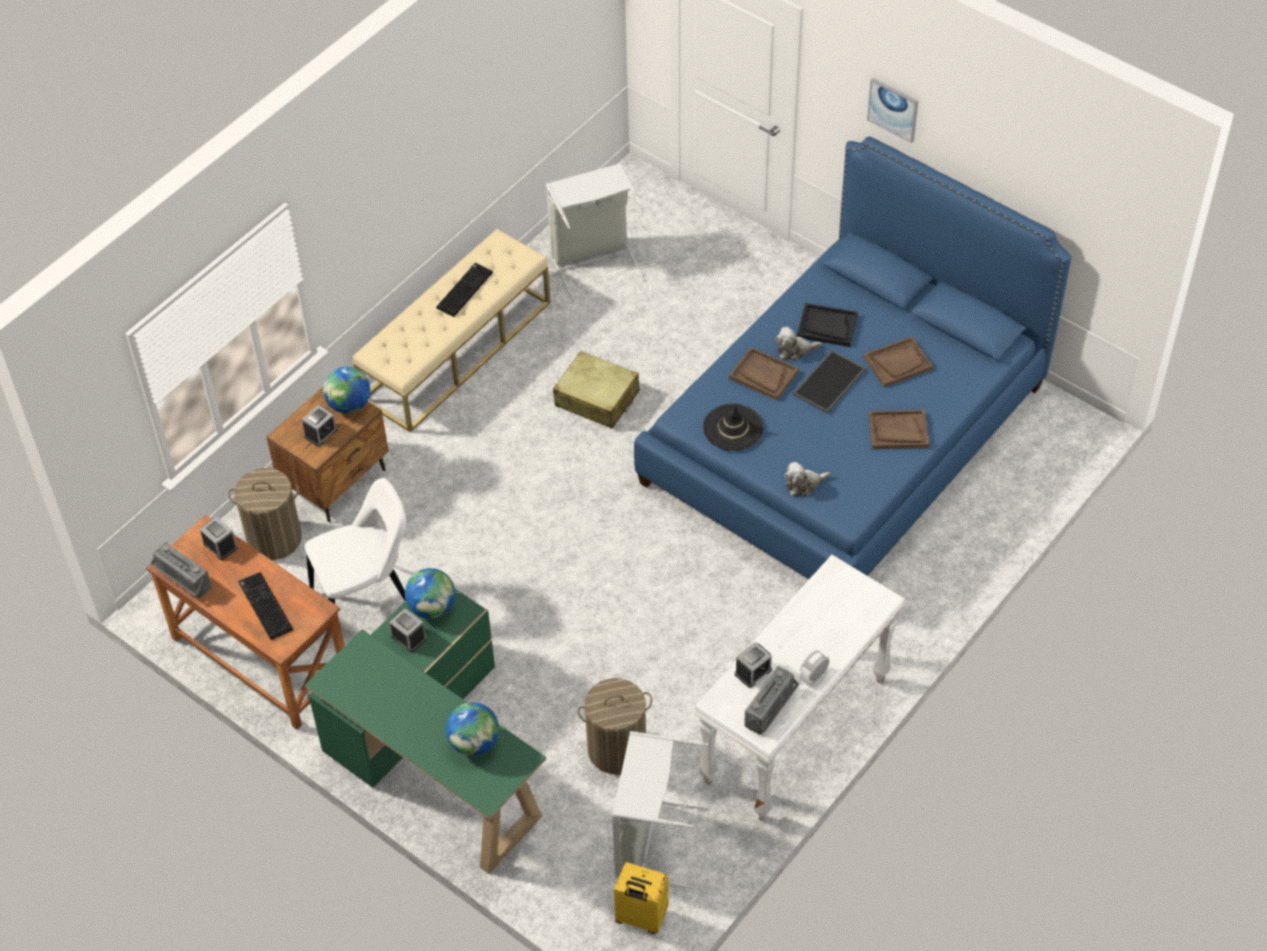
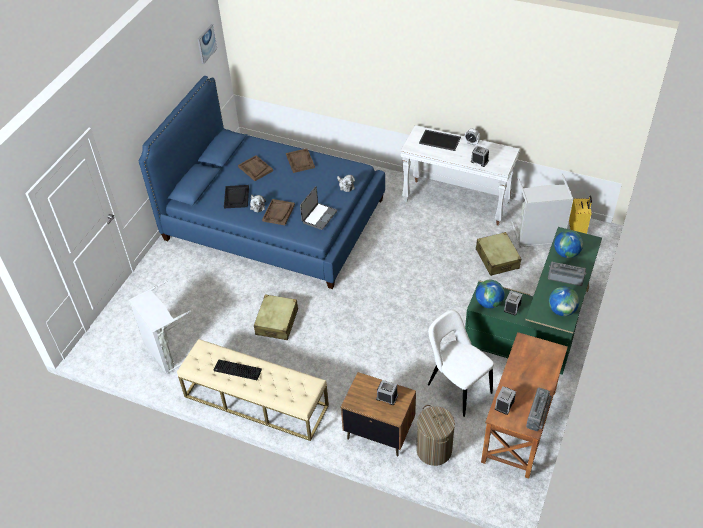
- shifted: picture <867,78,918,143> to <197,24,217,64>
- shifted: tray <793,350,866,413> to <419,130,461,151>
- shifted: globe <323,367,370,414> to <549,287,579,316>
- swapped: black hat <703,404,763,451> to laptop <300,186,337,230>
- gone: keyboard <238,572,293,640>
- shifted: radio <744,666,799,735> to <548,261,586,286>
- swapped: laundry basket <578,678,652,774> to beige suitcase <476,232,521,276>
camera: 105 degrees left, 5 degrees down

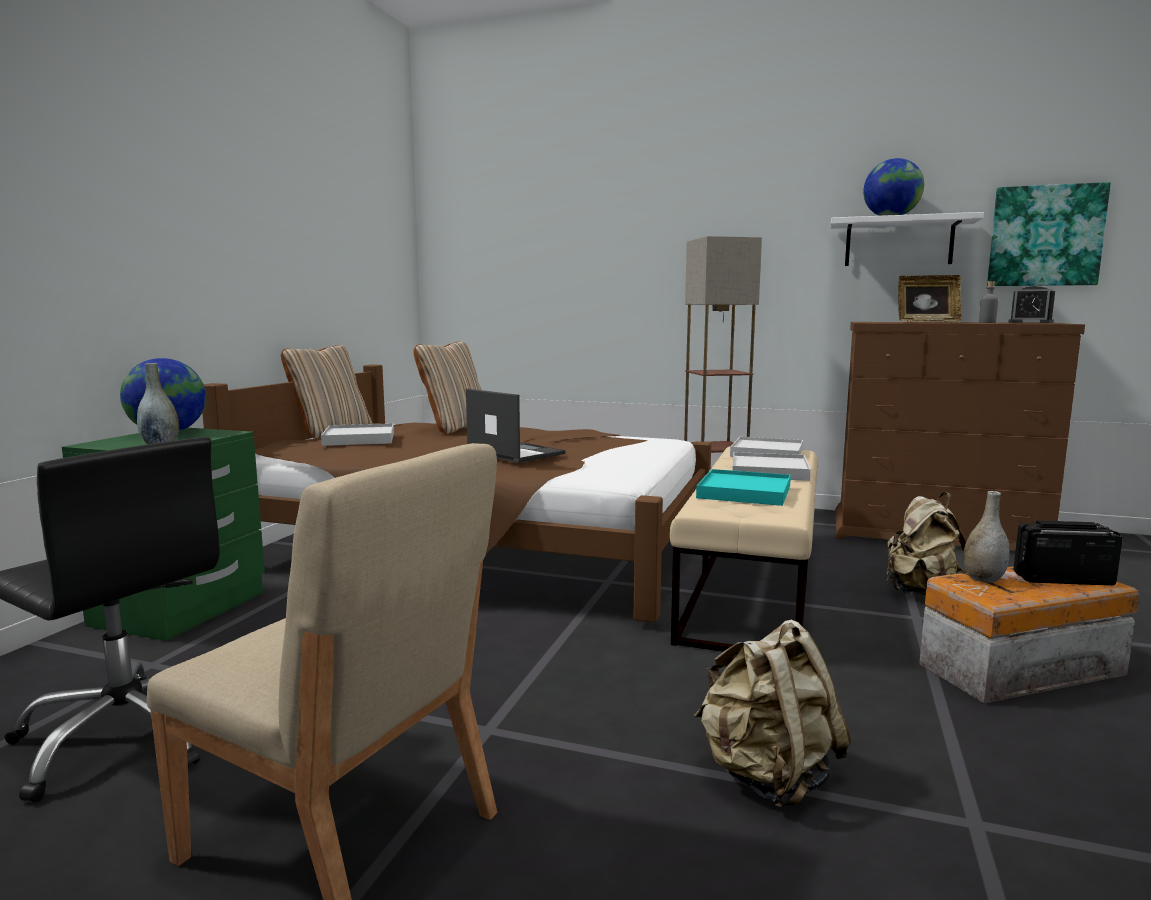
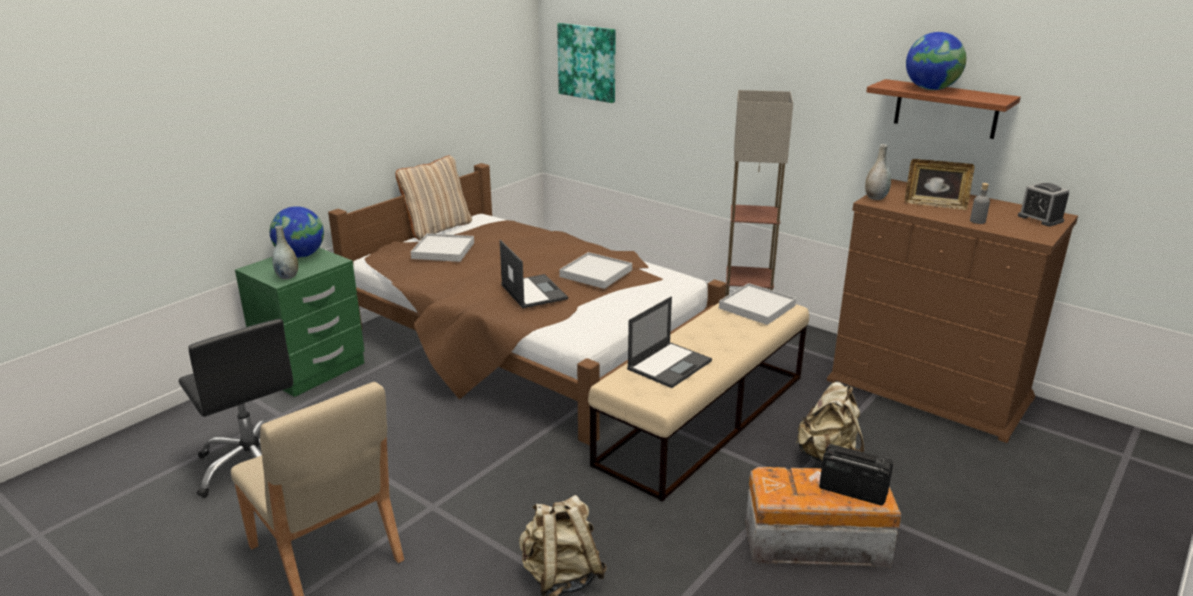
- shifted: picture <987,182,1111,286> to <557,23,616,103>
- repainted: white shelf <831,212,984,266> to brown shelf <866,79,1021,139>
- gone: beige pillow <413,341,482,434>
- shifted: white tray <732,452,811,481> to <559,252,632,289>
- swapped: turquoise tray <696,469,791,506> to laptop <627,296,712,388>
- shifted: grey vase <963,491,1010,583> to <865,144,891,200>
camera: 20 degrees right, 15 degrees up

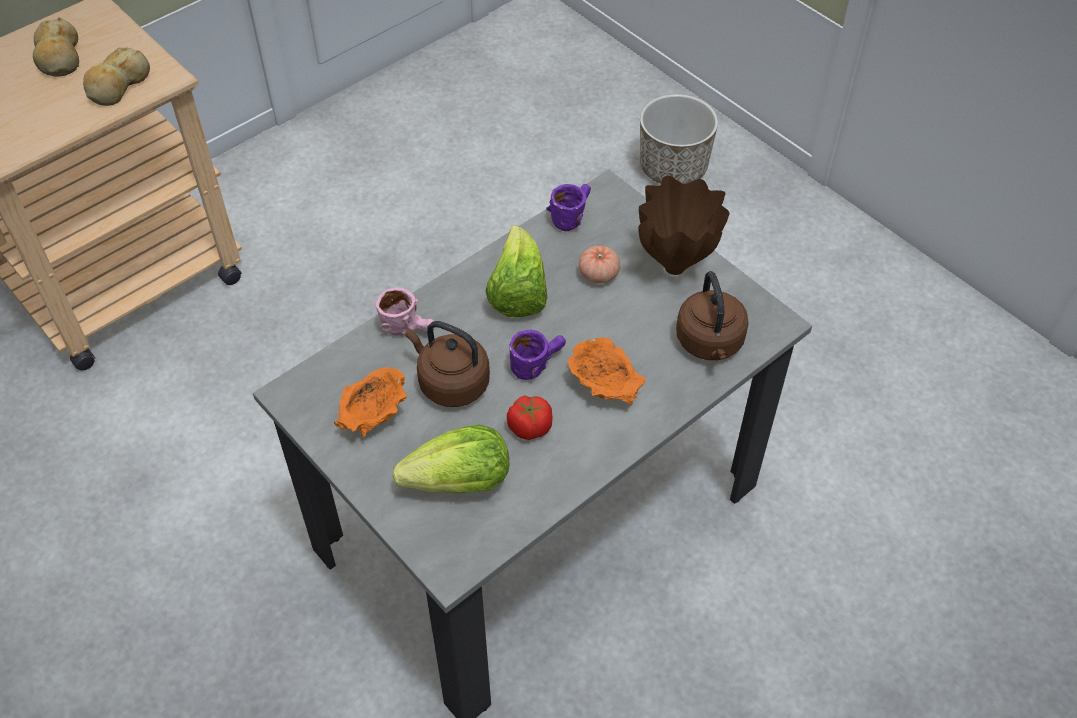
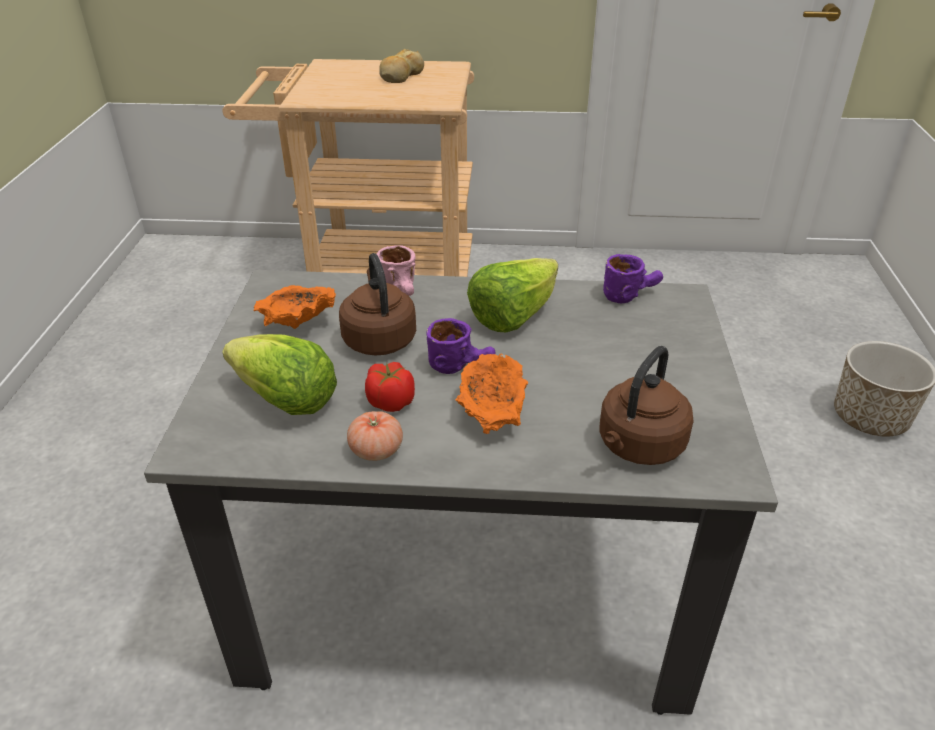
- gone: bread <83,47,150,106>
- gone: brown vase <638,176,730,275>
- shifted: tomato <579,246,620,283> to <347,411,403,461>
camera: 45 degrees right, 15 degrees down

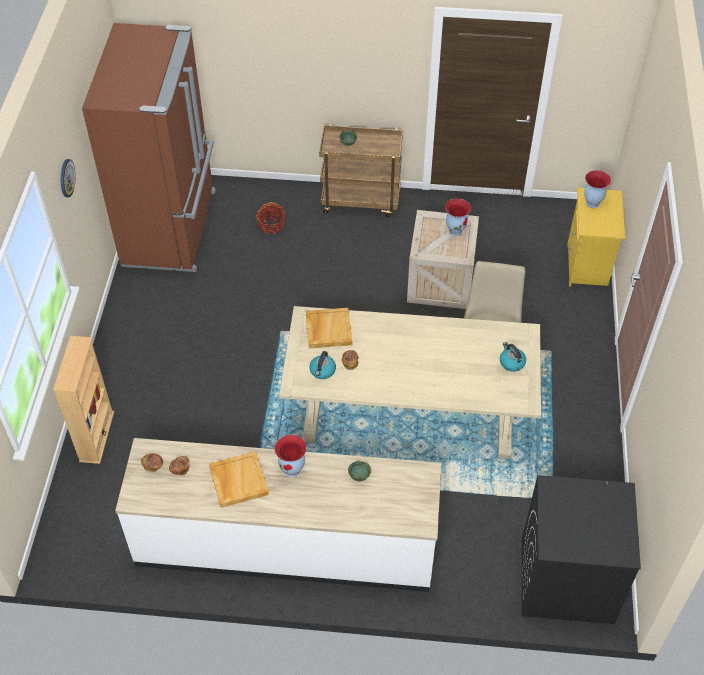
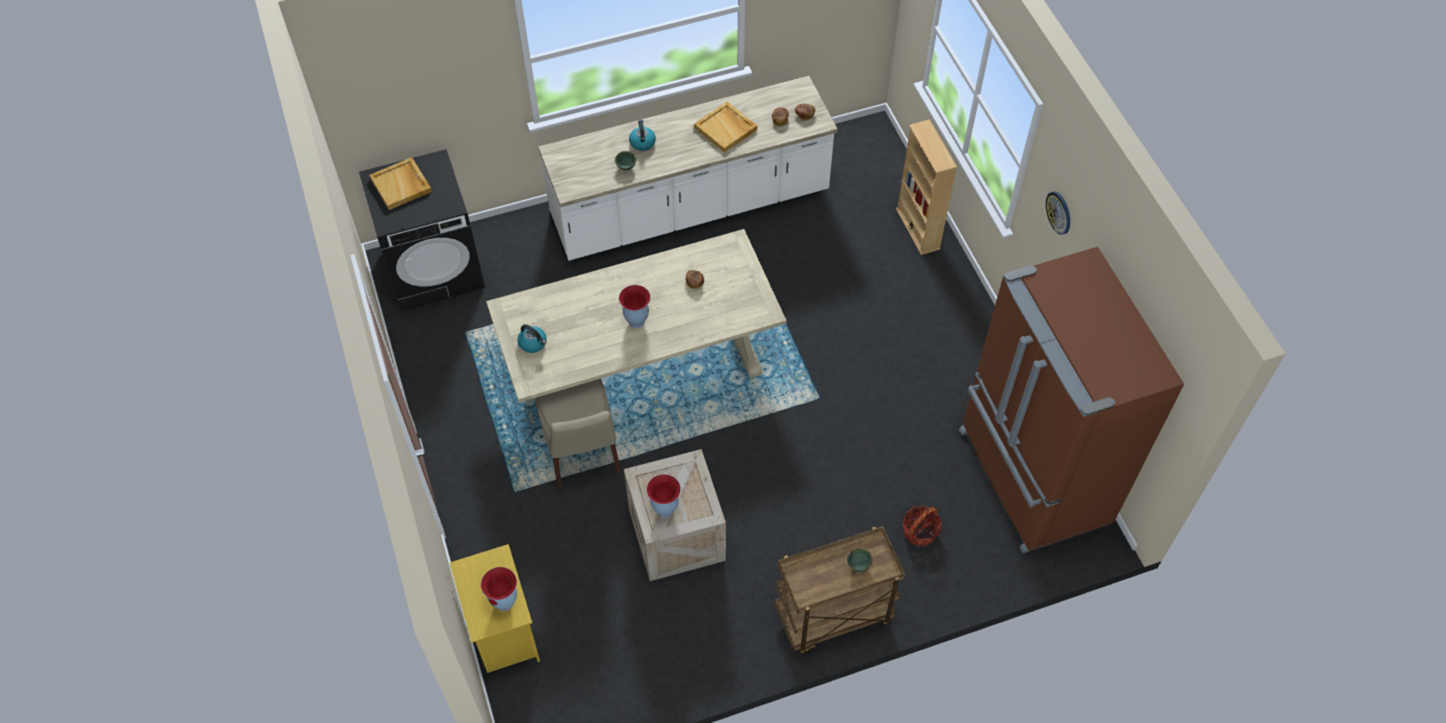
- shifted: beige tray <306,308,353,348> to <369,157,432,210>
- shifted: kettle <309,351,336,379> to <629,120,656,151>
- shifted: vase <275,435,307,477> to <619,285,651,328>
camera: 155 degrees right, 5 degrees up

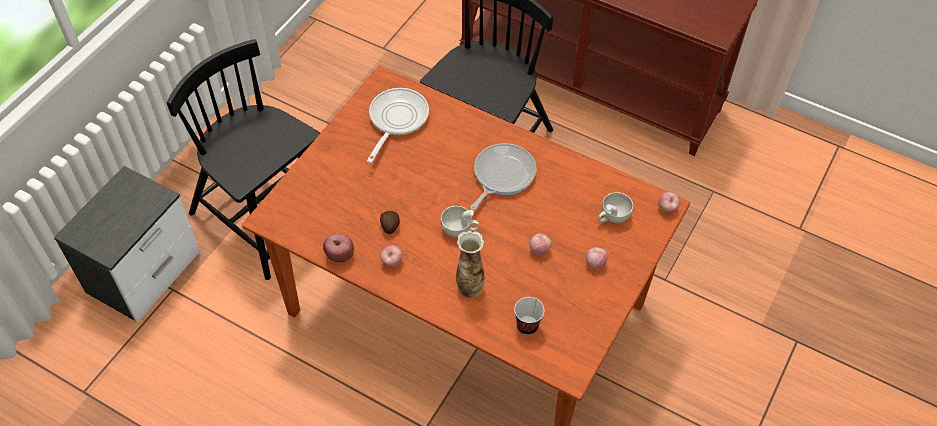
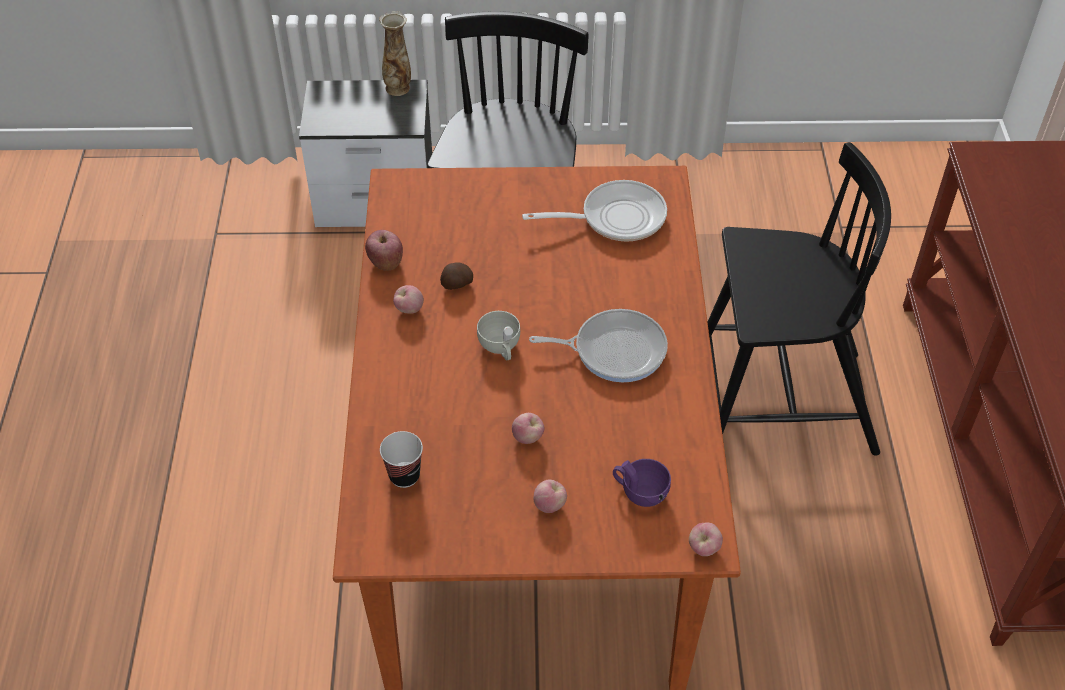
- repainted: white cup <598,192,633,223> to purple cup <613,459,671,507>
- shifted: vase <456,231,484,298> to <379,11,411,96>
camera: 60 degrees right, 5 degrees down

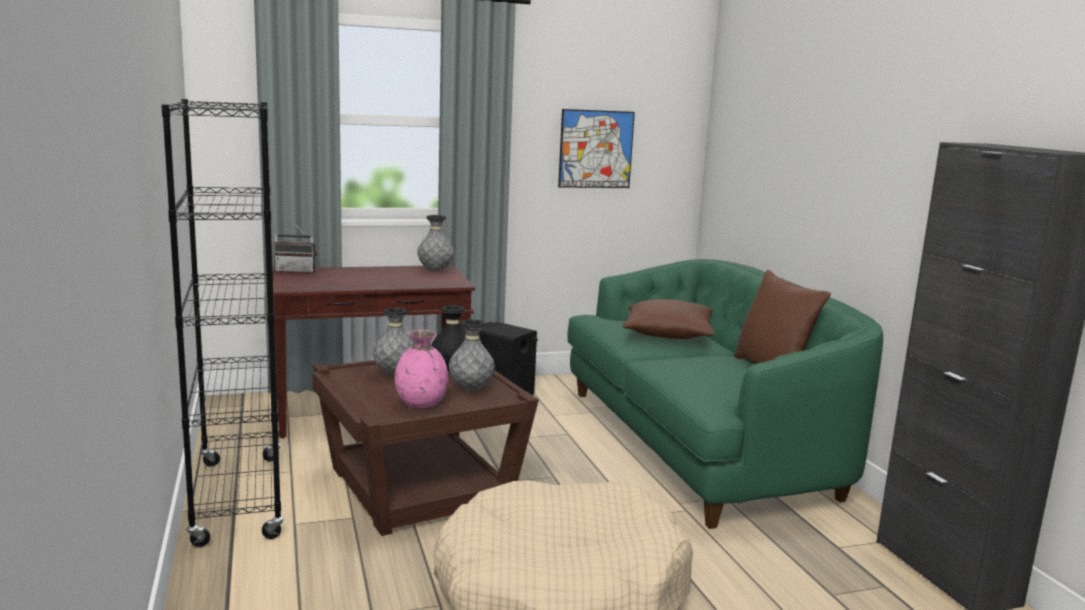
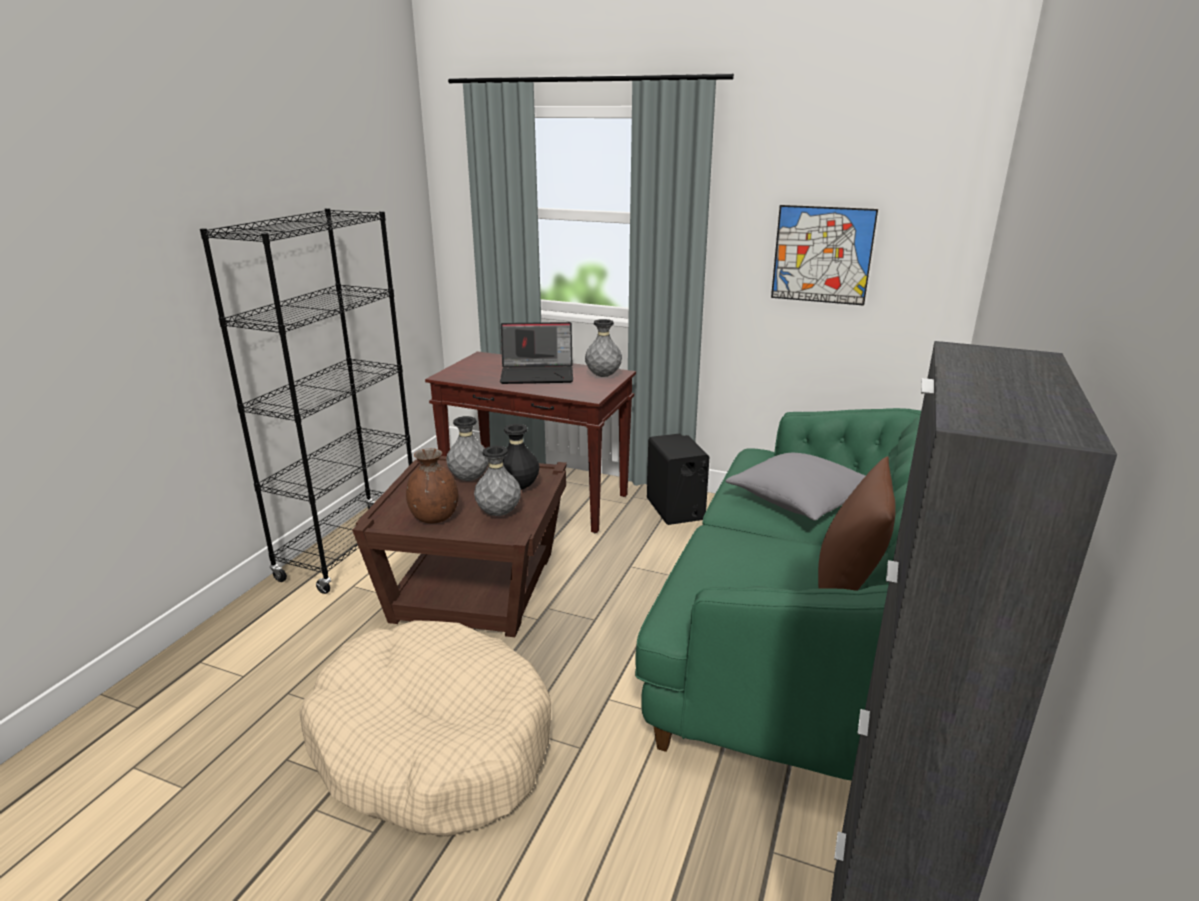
- gone: radio <273,223,317,273>
- repainted: brown pillow <623,299,715,339> to grey pillow <725,453,865,521>
- repainted: pink vase <395,330,448,408> to brown vase <406,448,458,523>
- new: laptop <500,322,573,384>
camera: 40 degrees right, 10 degrees up

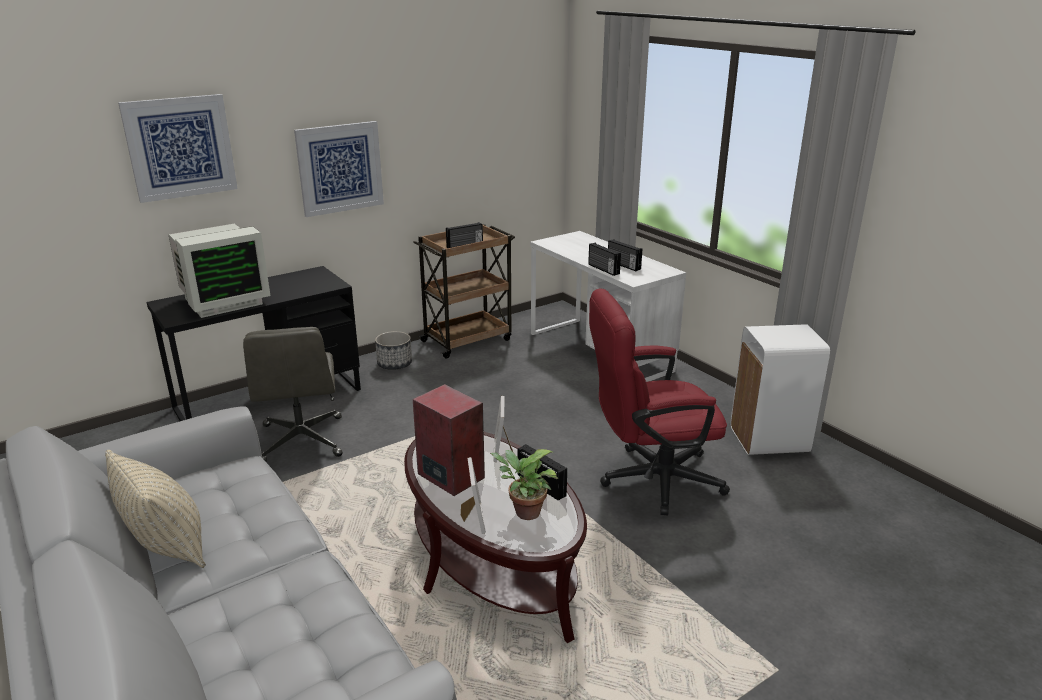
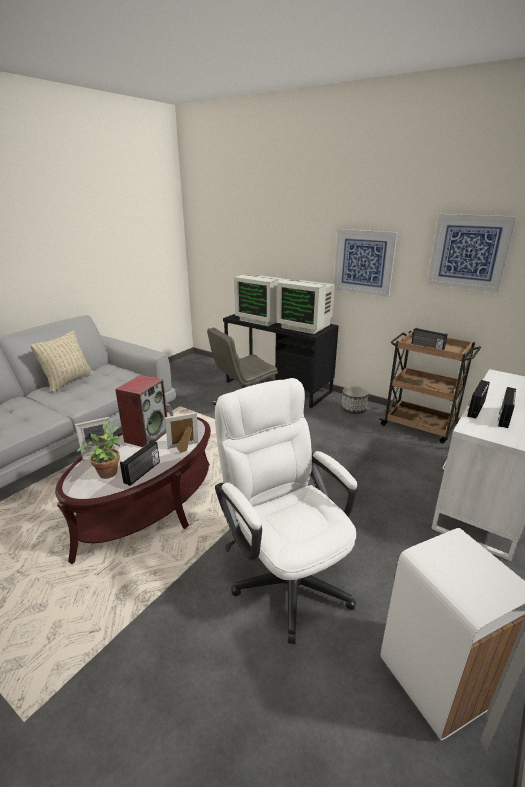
- shifted: picture <118,94,238,203> to <427,214,517,292>
- repainted: red office chair <589,289,730,515> to white office chair <215,378,358,644>
- new: monitor <277,280,335,334>
camera: 70 degrees right, 0 degrees up

